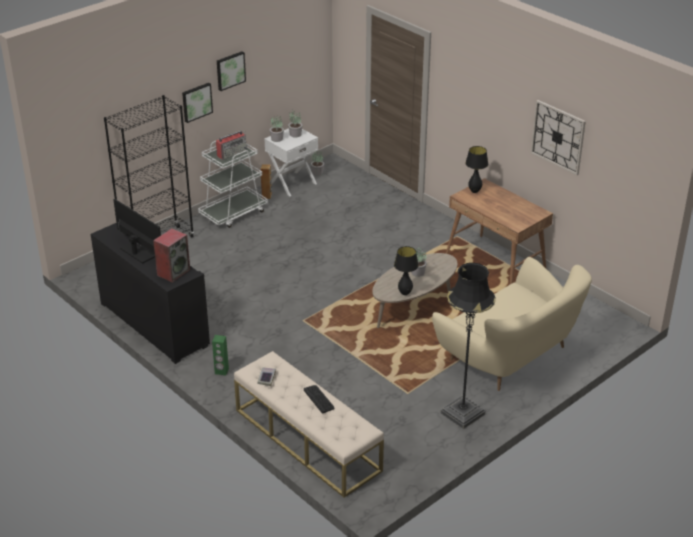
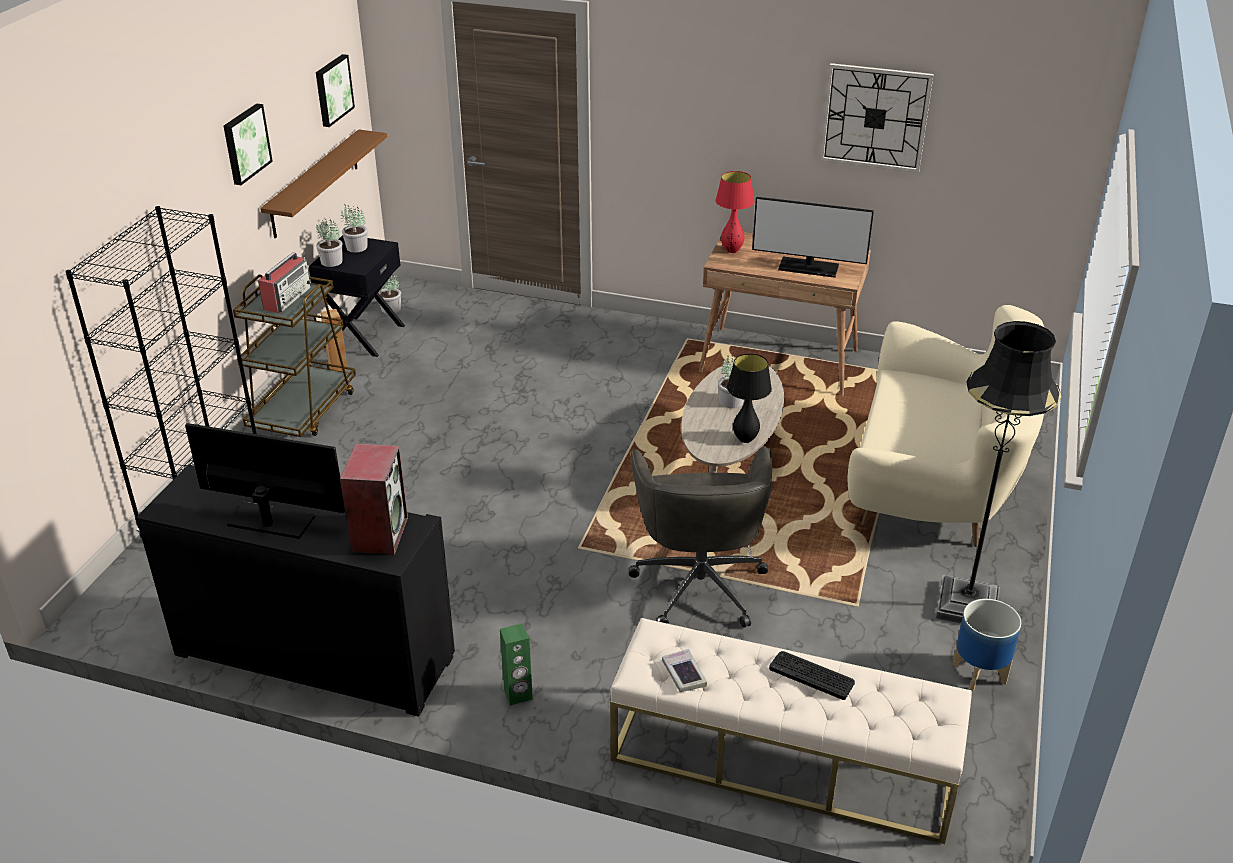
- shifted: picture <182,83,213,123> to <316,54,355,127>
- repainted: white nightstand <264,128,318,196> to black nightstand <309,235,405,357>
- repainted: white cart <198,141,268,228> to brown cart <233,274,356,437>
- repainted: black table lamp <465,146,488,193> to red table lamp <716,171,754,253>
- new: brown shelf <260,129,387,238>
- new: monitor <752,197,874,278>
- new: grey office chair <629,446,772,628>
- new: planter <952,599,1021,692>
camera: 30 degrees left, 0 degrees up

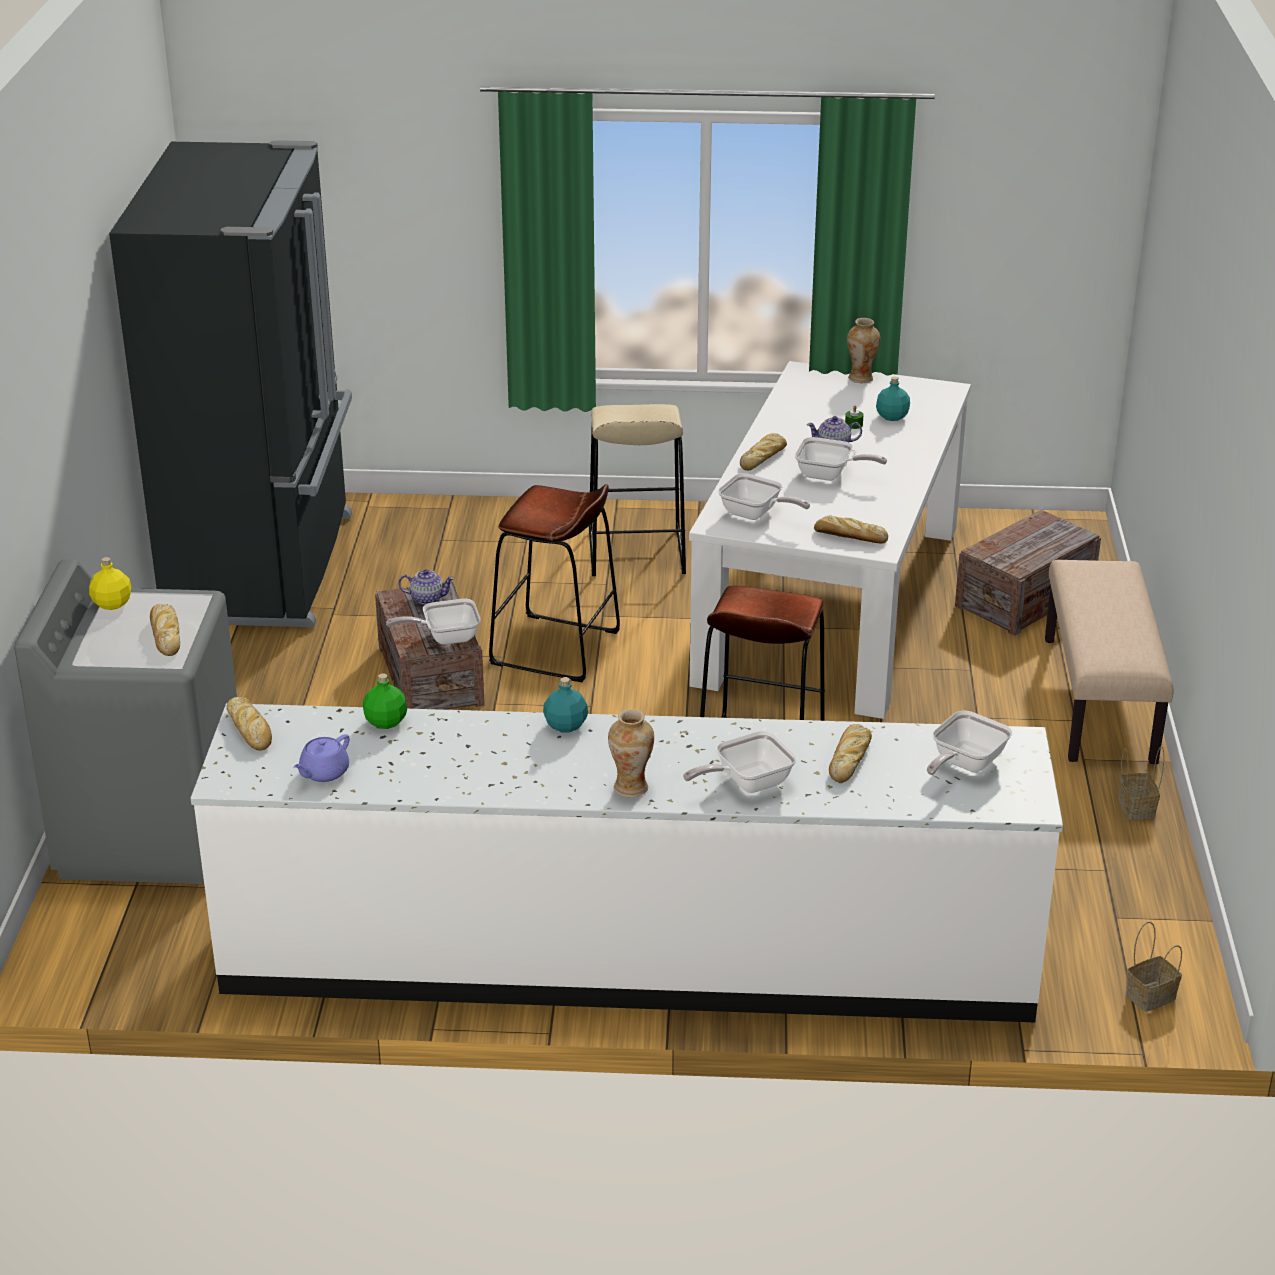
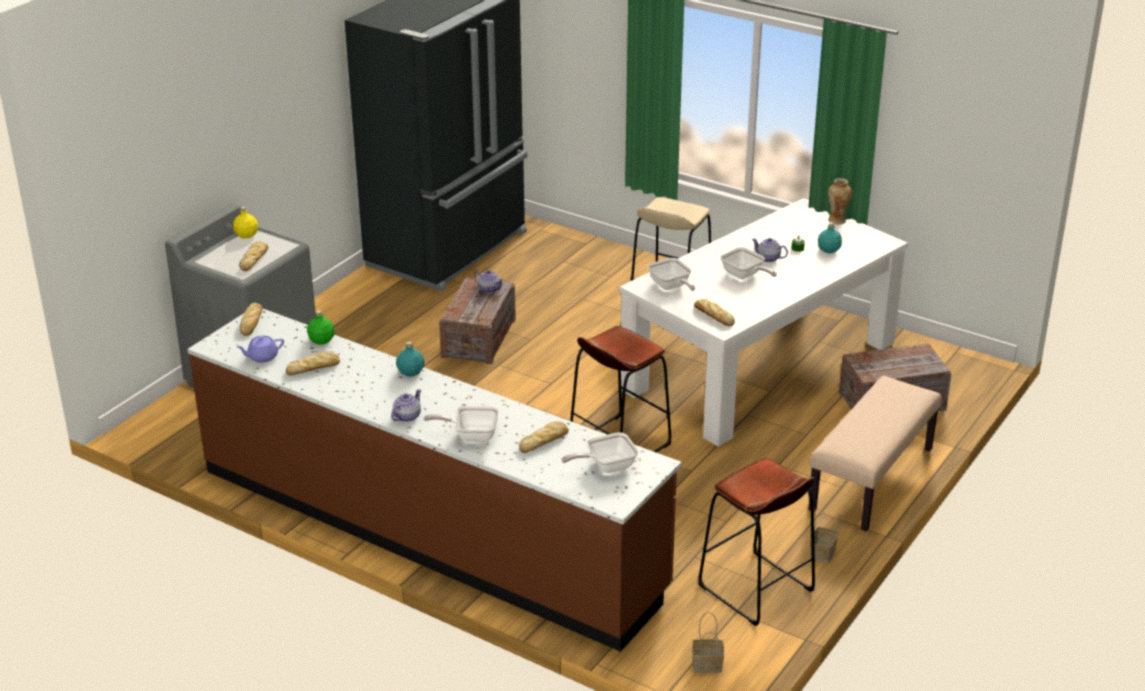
- shifted: bread <740,433,787,471> to <286,352,340,375>
- shifted: brown stool <489,484,620,682> to <698,458,815,626>
- gone: frying pan <386,599,481,645>
- repainted: white counter <191,703,1063,1022> to brown counter <187,309,682,652>
- swapped: vase <608,709,654,797> to teapot <391,389,421,422>
camera: 30 degrees right, 0 degrees up

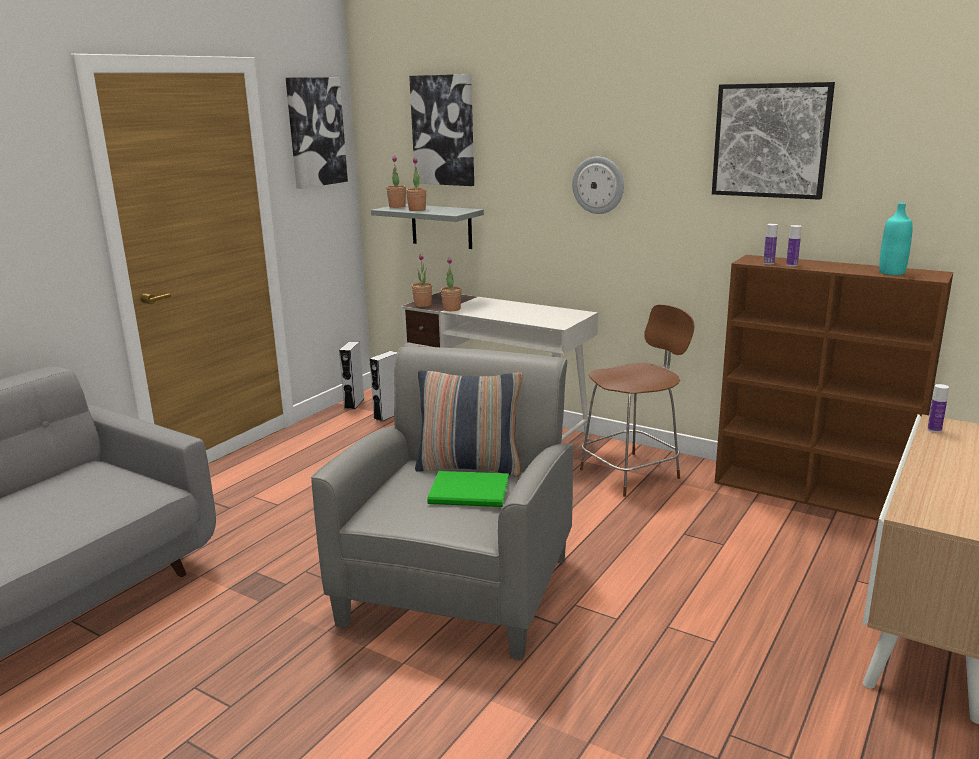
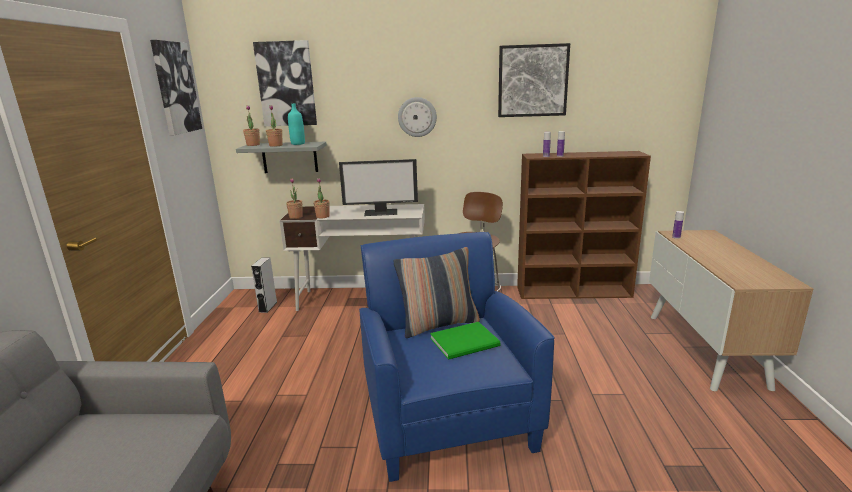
- shifted: turquoise bottle <879,203,913,275> to <288,104,305,145>
- gone: grey speaker <339,341,364,409>
- repainted: grey armchair <311,346,573,660> to blue armchair <359,232,555,482>
- new: monitor <339,159,418,216>
camera: 30 degrees left, 0 degrees up

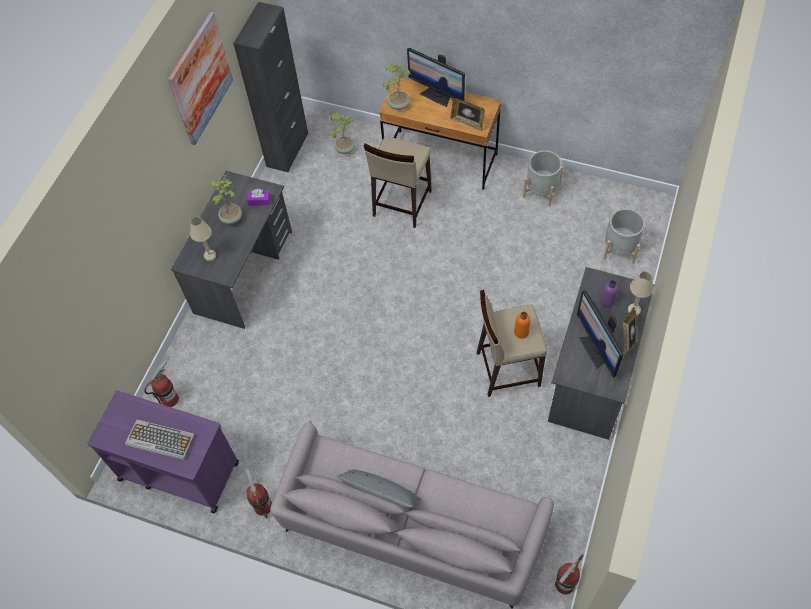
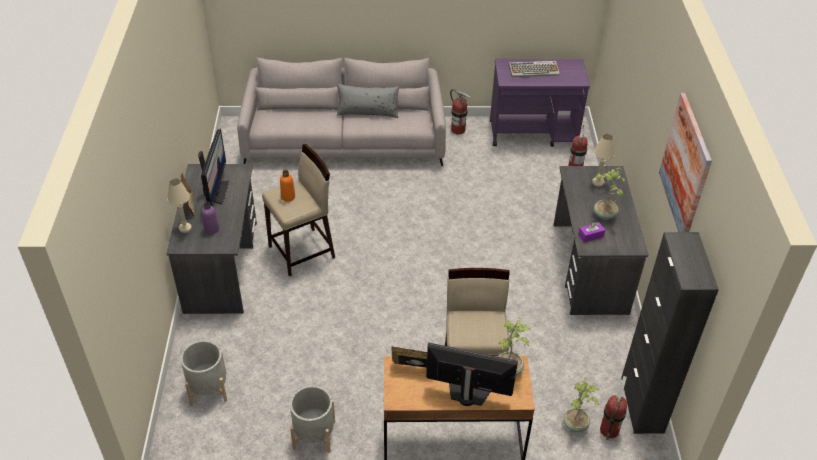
- rotated: monitor <577,290,624,378> = <198,129,229,206> 45 degrees clockwise
- shifted: fire extinguisher <555,554,583,595> to <600,376,627,440>
camera: 155 degrees right, 15 degrees down

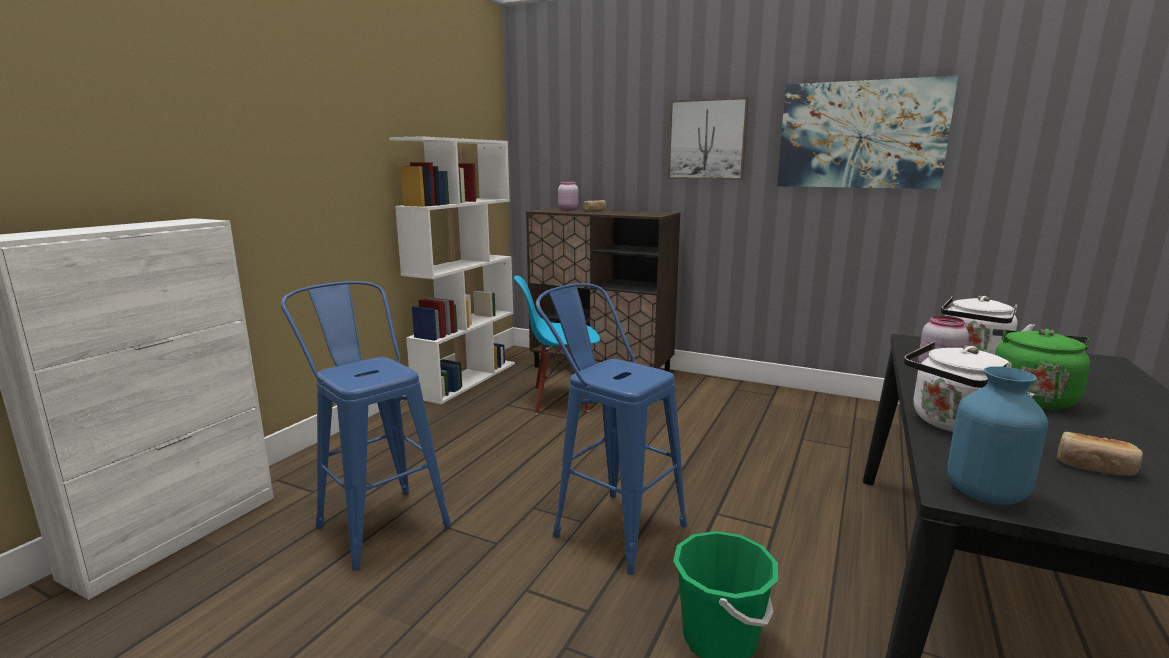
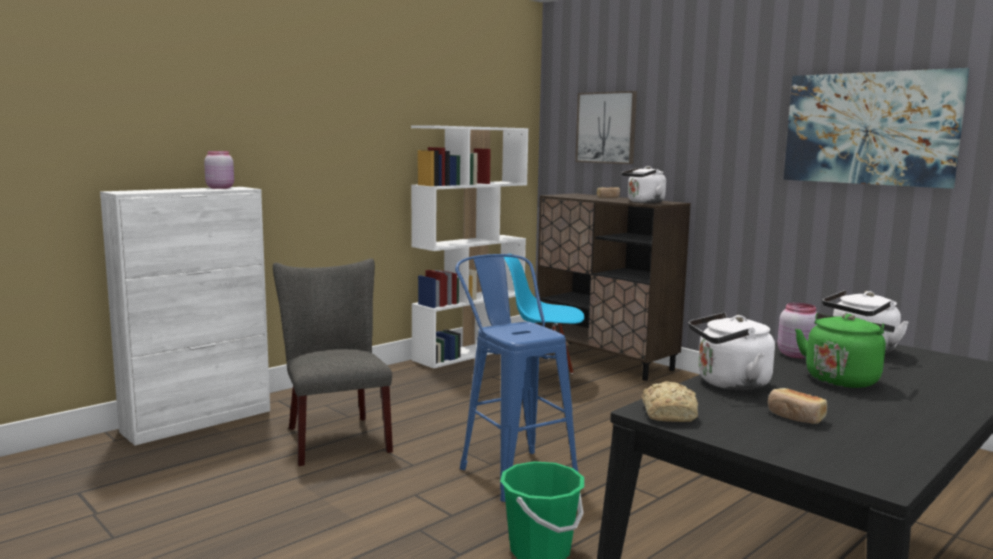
- shifted: picture <668,97,749,180> to <575,91,637,164>
- shifted: pink jar <558,181,579,210> to <204,151,234,189>
- swapped: blue stool <281,281,451,571> to grey chair <273,258,393,466>
- swapped: blue vase <948,366,1048,505> to bread <642,381,698,422>
- new: white kettle <622,166,666,203>
camera: 20 degrees right, 5 degrees down

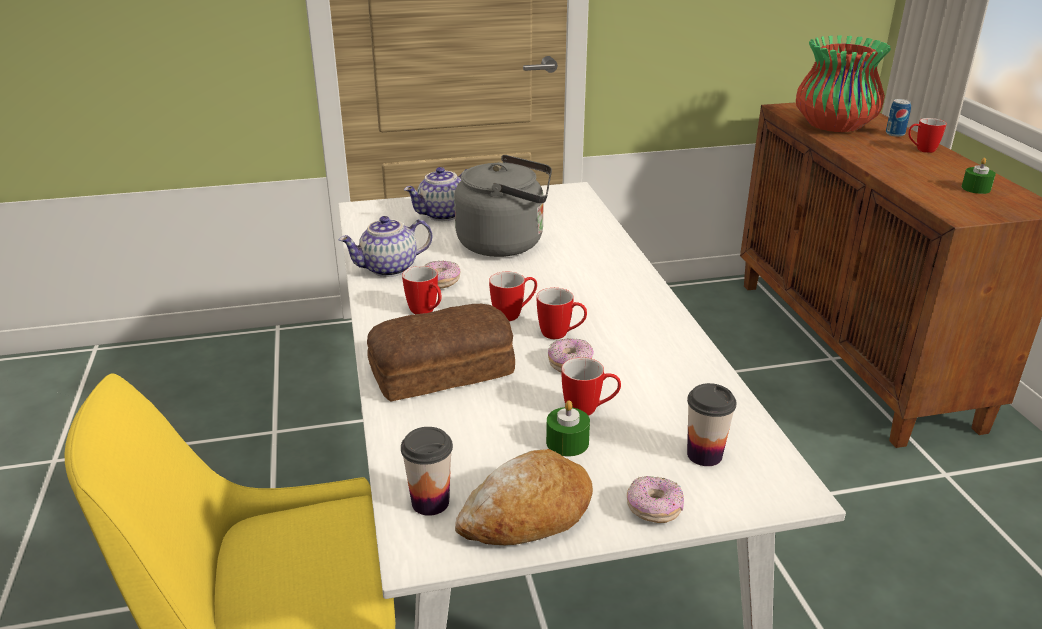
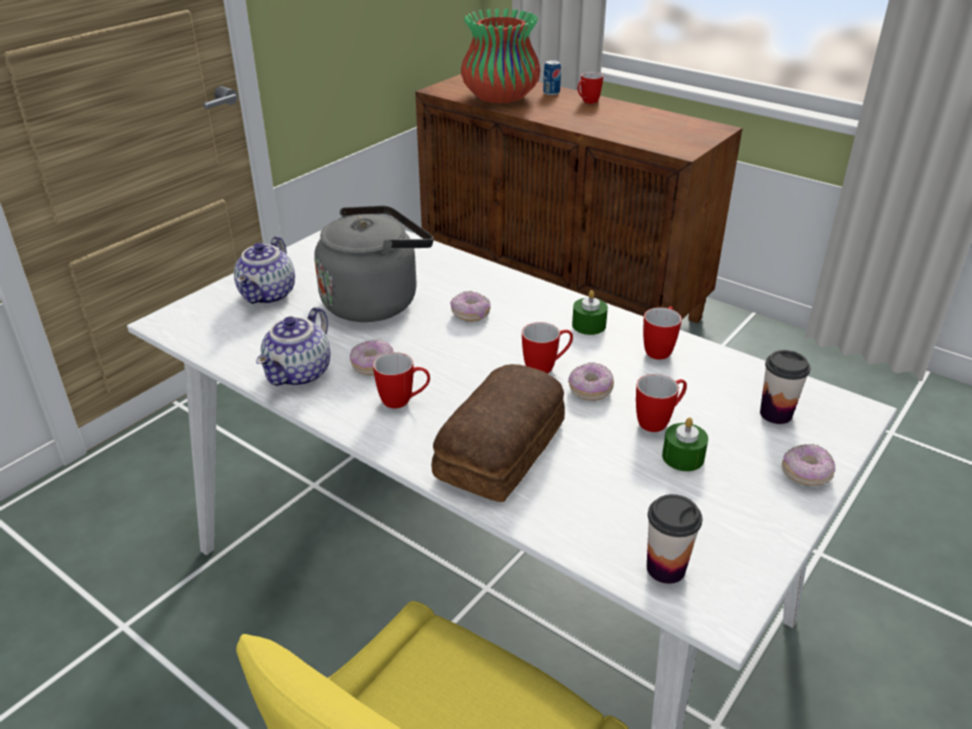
- shifted: green candle <961,158,996,194> to <572,290,608,335>
- shifted: mug <489,272,537,321> to <643,306,682,360>
- gone: bread <455,449,593,545>
- new: donut <450,291,491,322>
camera: 40 degrees left, 5 degrees up

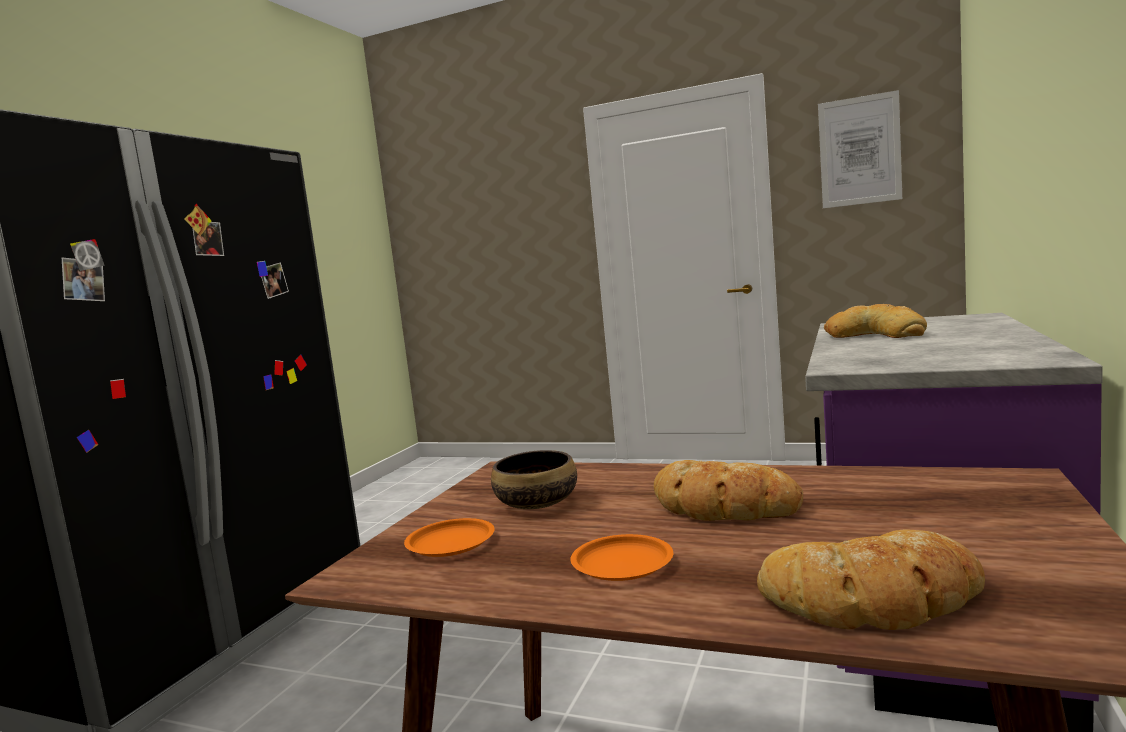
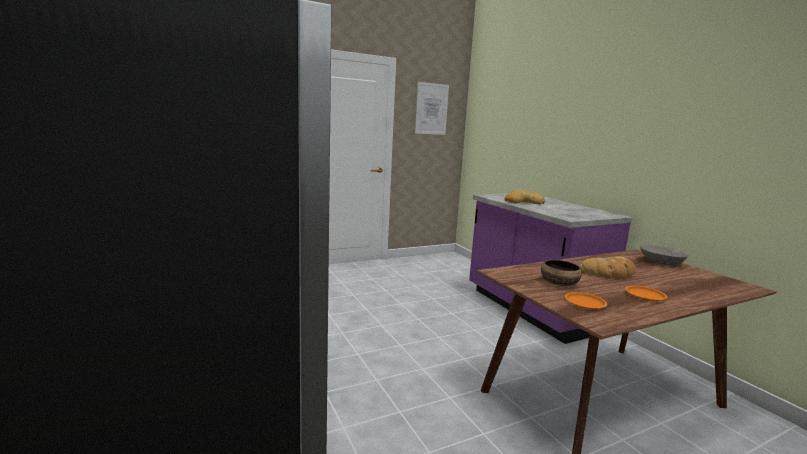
- gone: bread <757,529,985,630>
- new: grey bowl <640,245,688,265>
camera: 50 degrees left, 5 degrees up

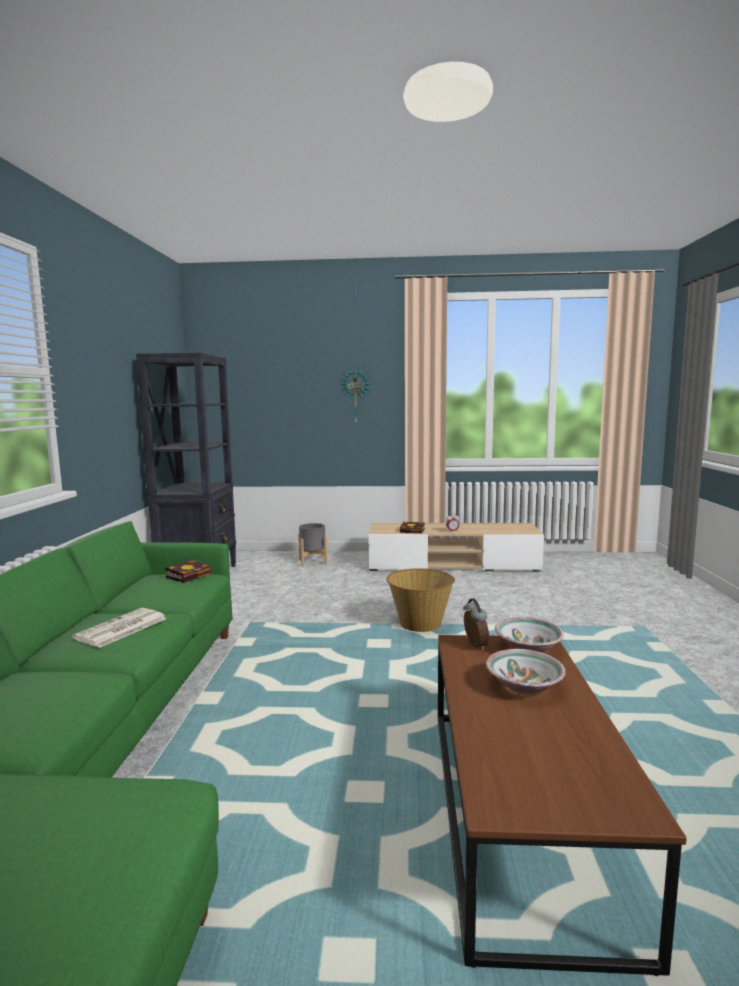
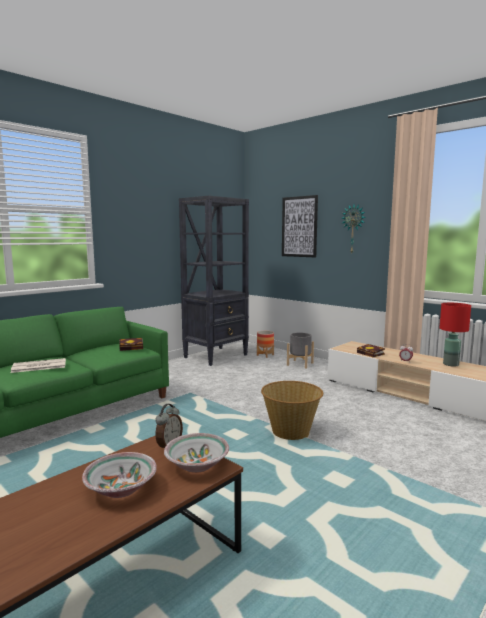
- new: picture <282,195,318,258>
- new: red table lamp <439,303,471,367>
- new: planter <257,331,274,358>
camera: 40 degrees right, 0 degrees up

